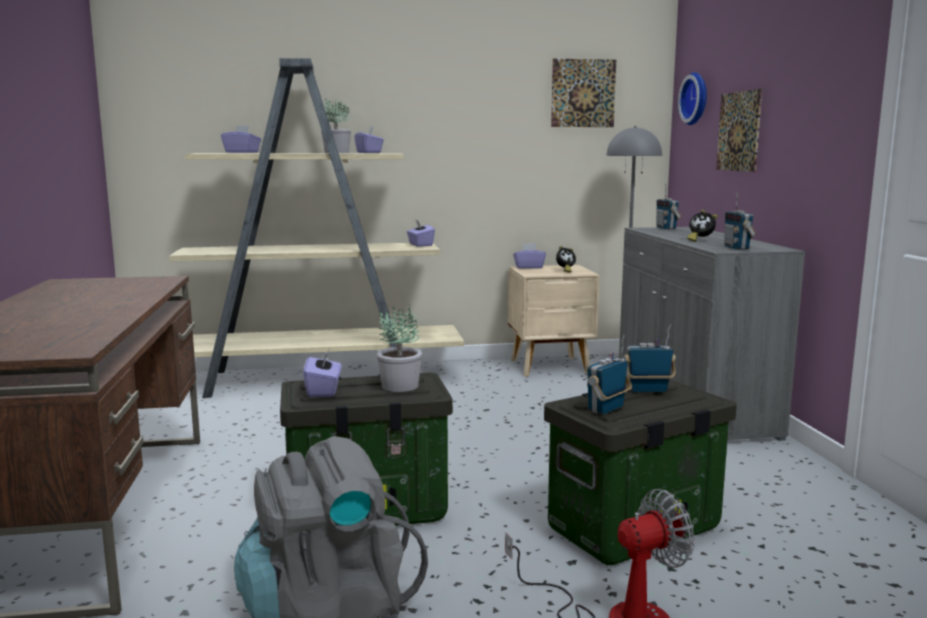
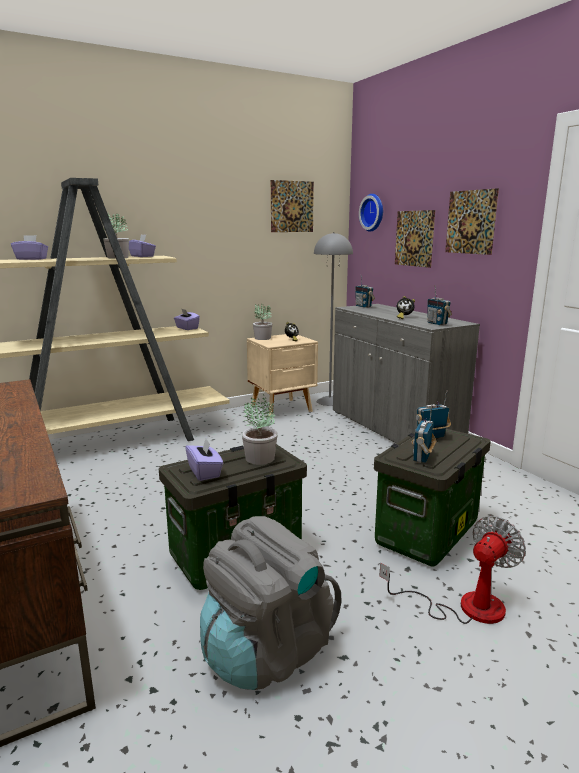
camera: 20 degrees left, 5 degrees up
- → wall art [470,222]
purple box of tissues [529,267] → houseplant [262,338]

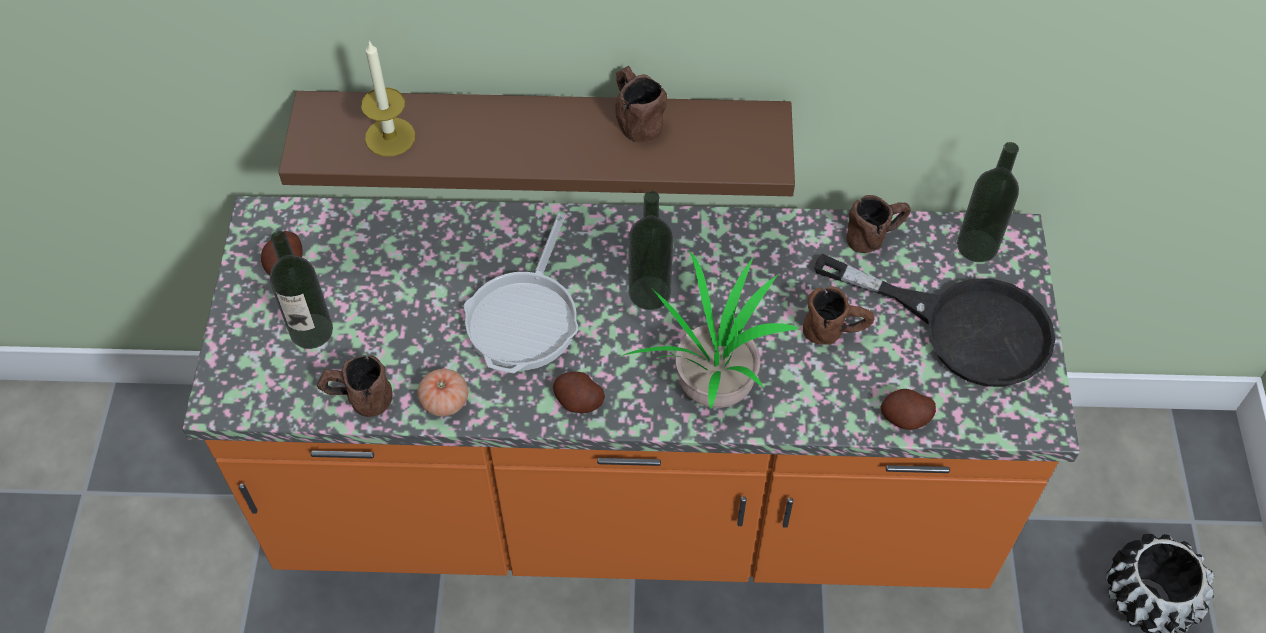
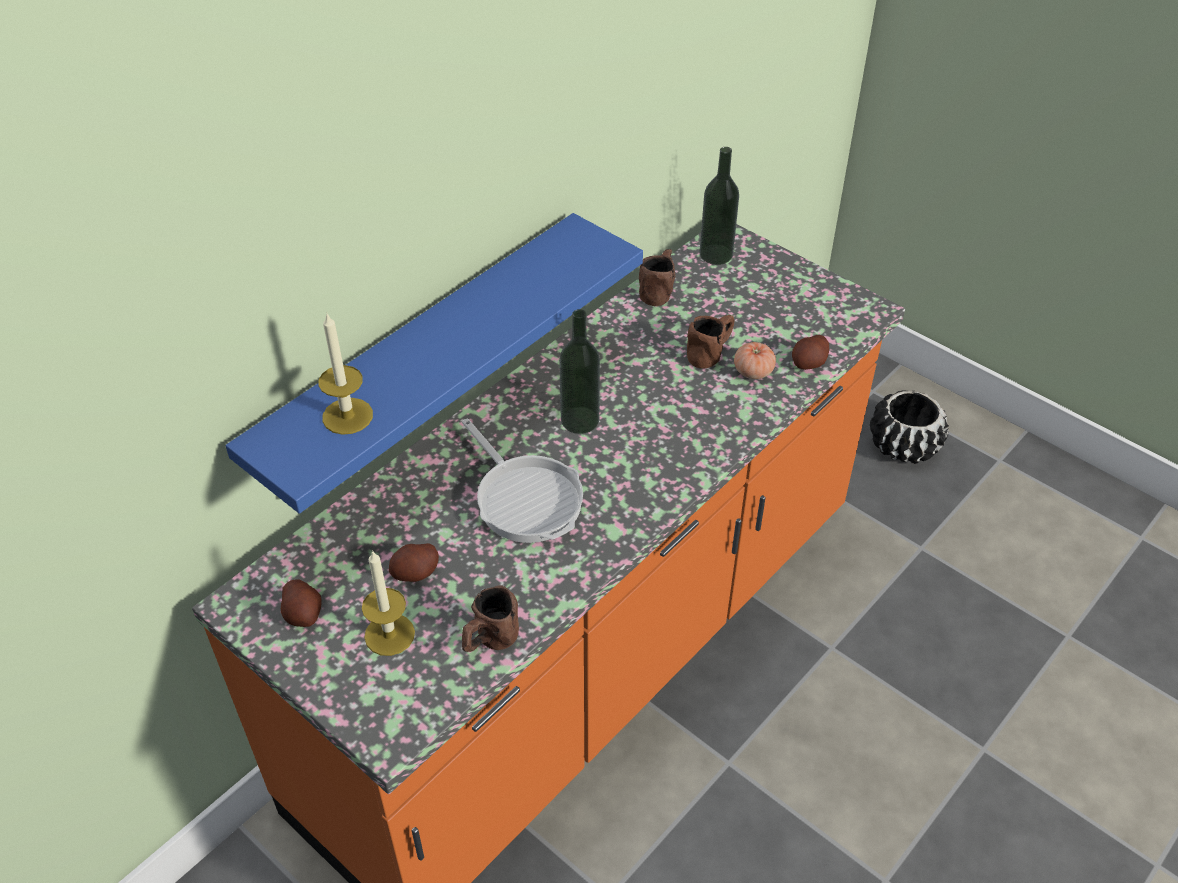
camera: 50 degrees left, 10 degrees down
brownish tea mug [635,118] → -
houseplant [711,383] → -
blackish pan [963,327] → -
whole tomato [445,401] → whole tomato [753,371], relocated
spud [578,401] → spud [415,572], relocated
beverage bottle [311,331] → wax light [389,634]
brownish wall shelf [545,134] → bluish wall shelf [421,358]

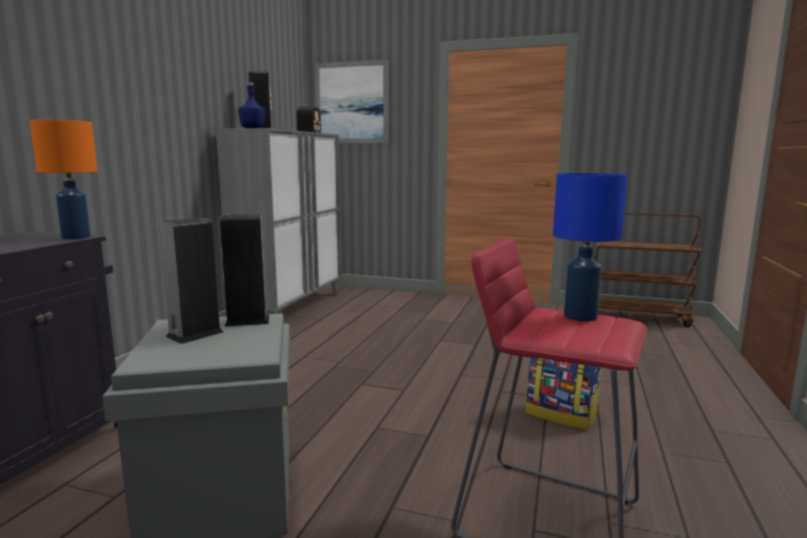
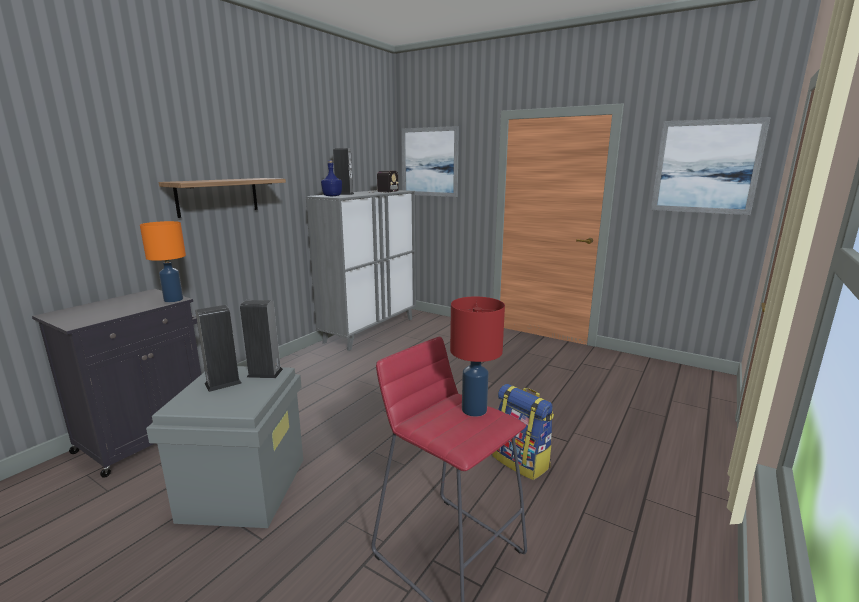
camera: 15 degrees right, 5 degrees up
brownish trolley [637,317] → -
- → wall shelf [218,196]
- → wall art [706,167]
bluish tabletop lamp [579,317] → red-coloured tabletop lamp [473,410]

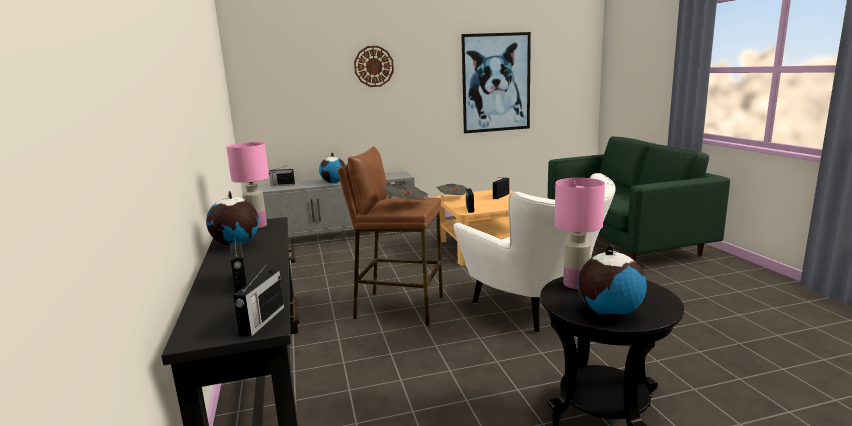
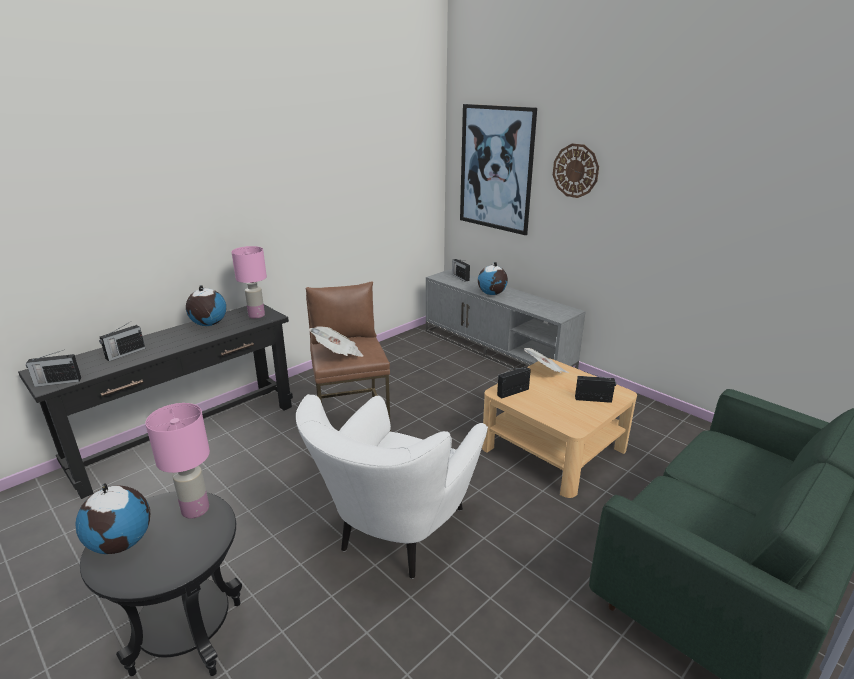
camera: 60 degrees right, 10 degrees up
wall art [496,83] → wall art [496,169], relocated

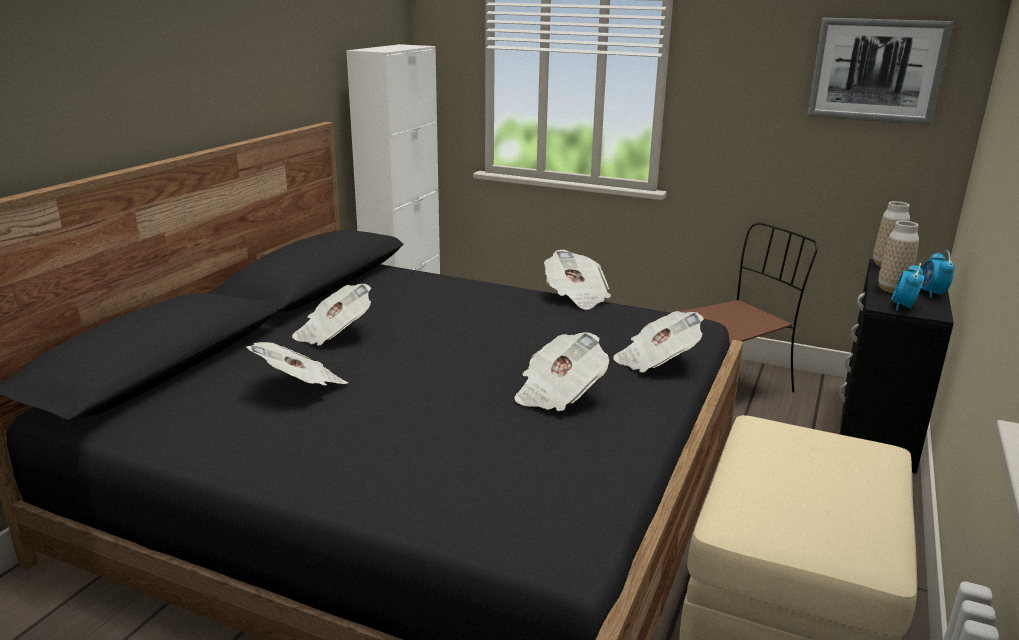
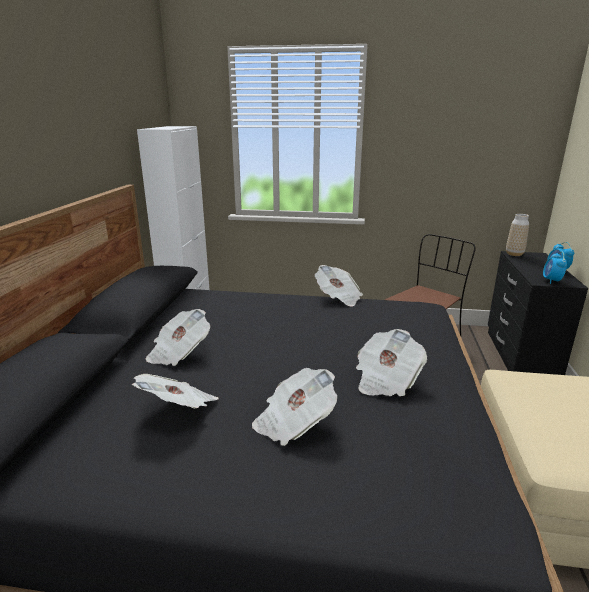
camera: 15 degrees left, 0 degrees up
wall art [876,70] → -
vase [893,290] → -
printed paper [656,361] → printed paper [294,422], relocated

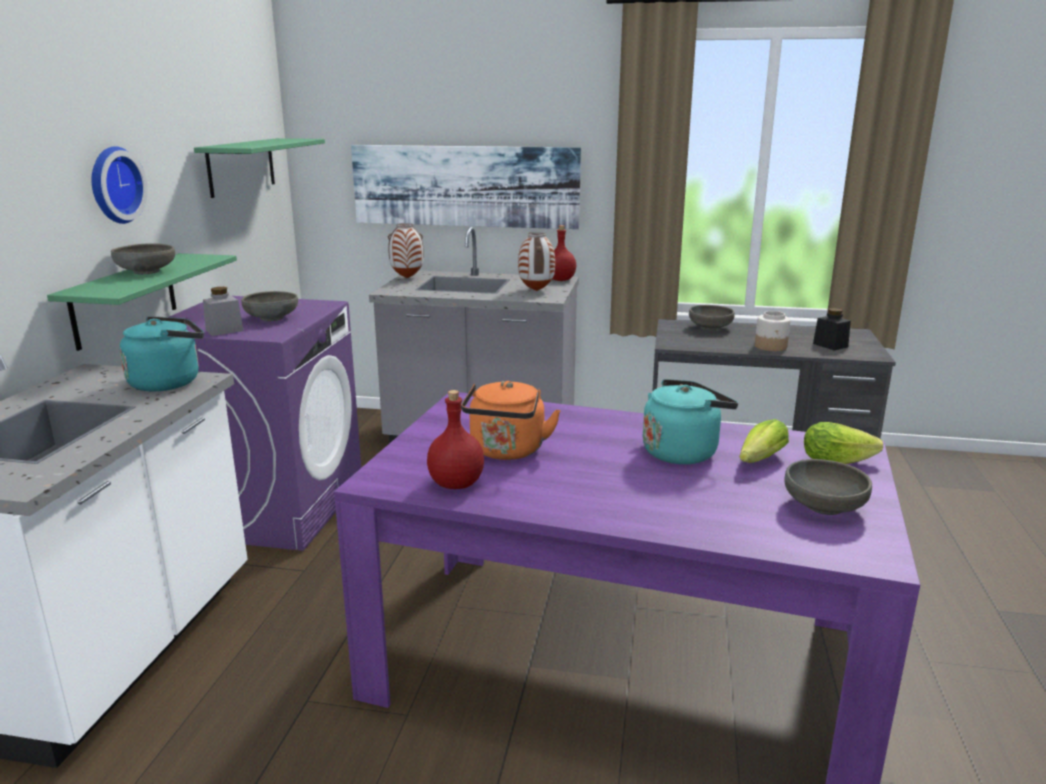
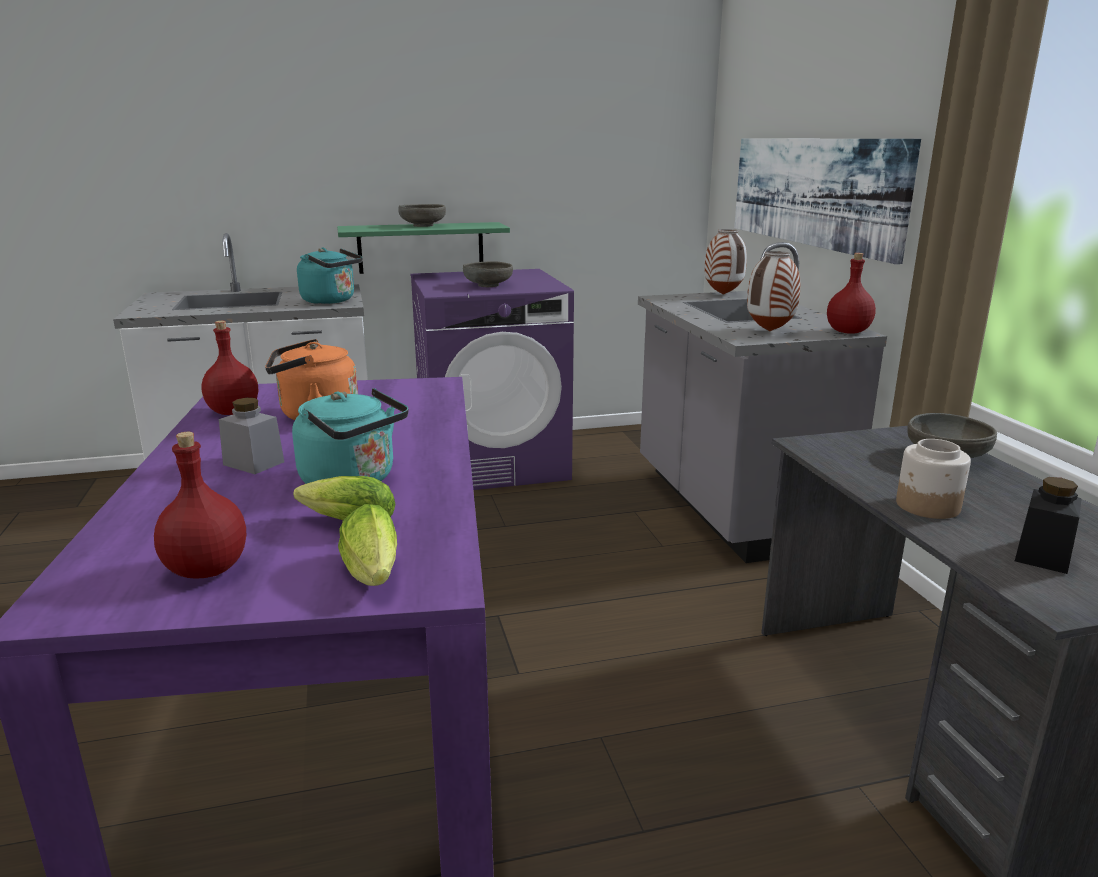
camera: 65 degrees right, 0 degrees up
hanging clock [113,185] → -
greenish wall shelf [241,166] → -
greyish preserve jar [224,330] → greyish preserve jar [253,463], relocated
greyish deep dish [824,506] → red-coloured beverage bottle [208,570]

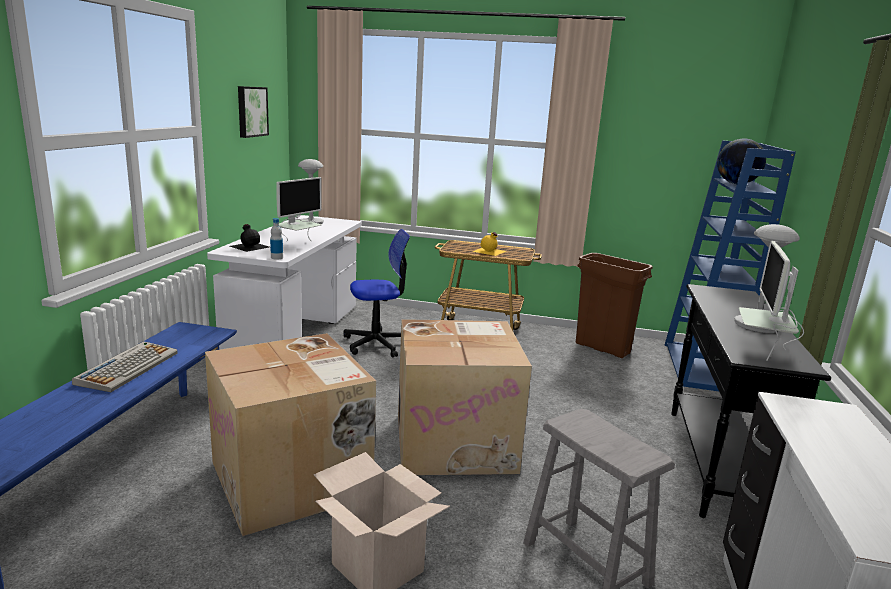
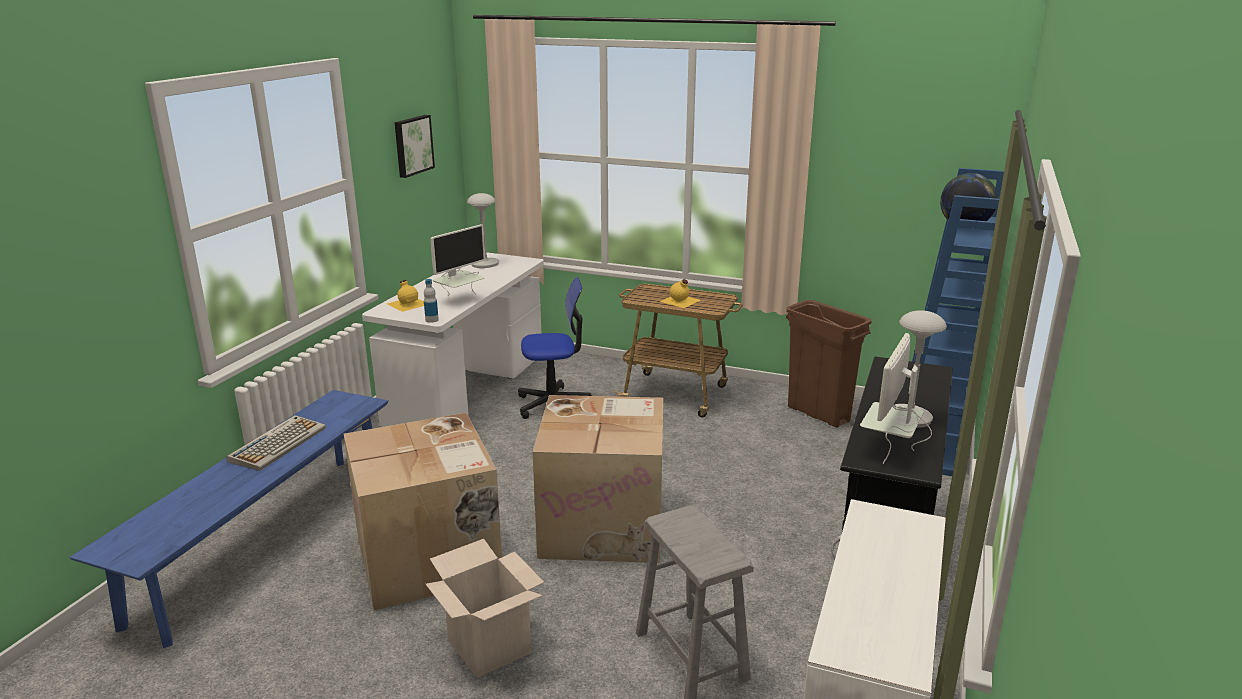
camera: 10 degrees right, 5 degrees up
blackish beverage bottle [249,246] → yellow-coloured beverage bottle [408,303]

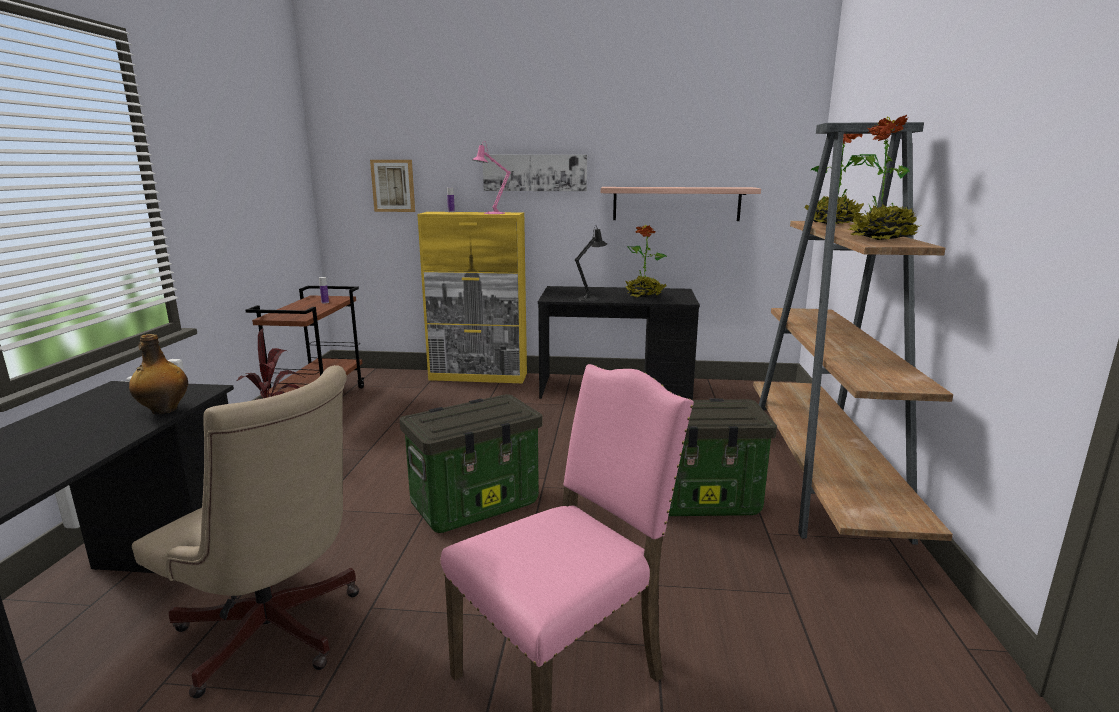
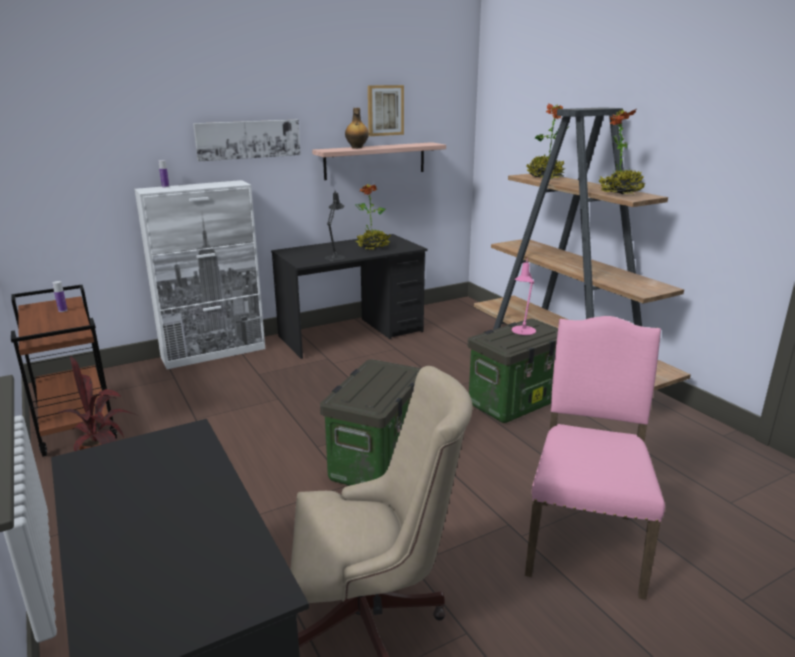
camera: 35 degrees left, 5 degrees up
beverage bottle [163,410] → beverage bottle [356,148], relocated
wall art [393,185] → wall art [385,110], relocated
pinkish tabletop lamp [491,213] → pinkish tabletop lamp [522,331], relocated
yellow-coloured storage cabinet [478,377] → white-coloured storage cabinet [214,353]

